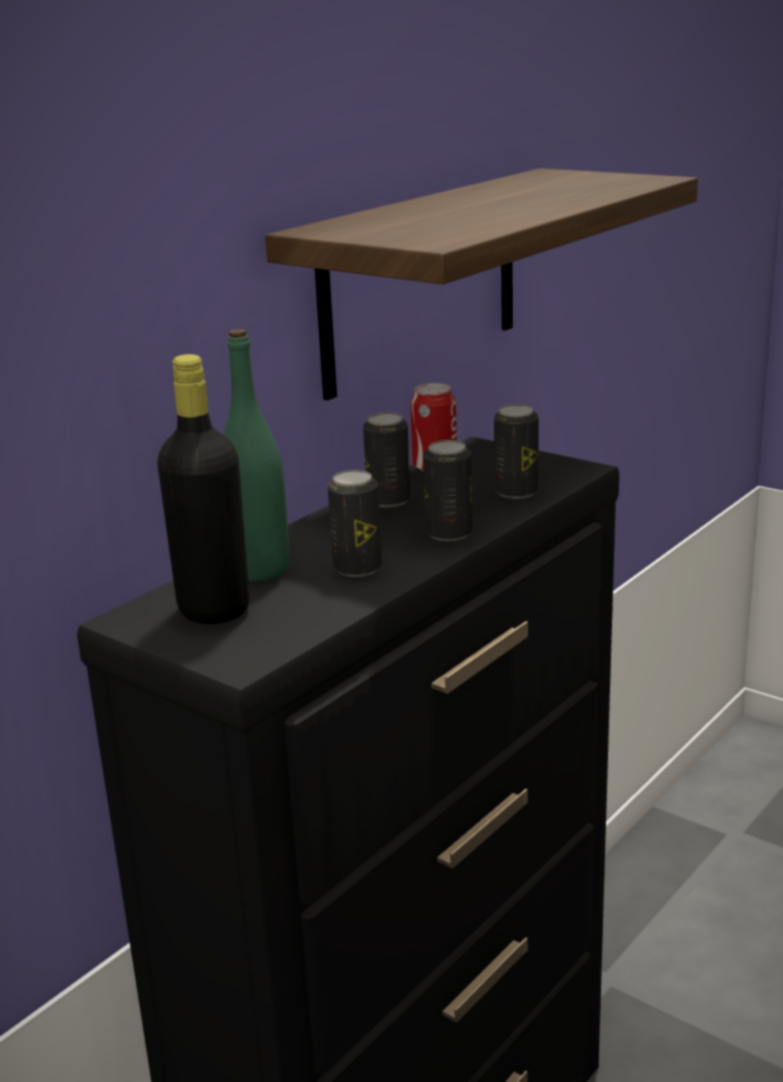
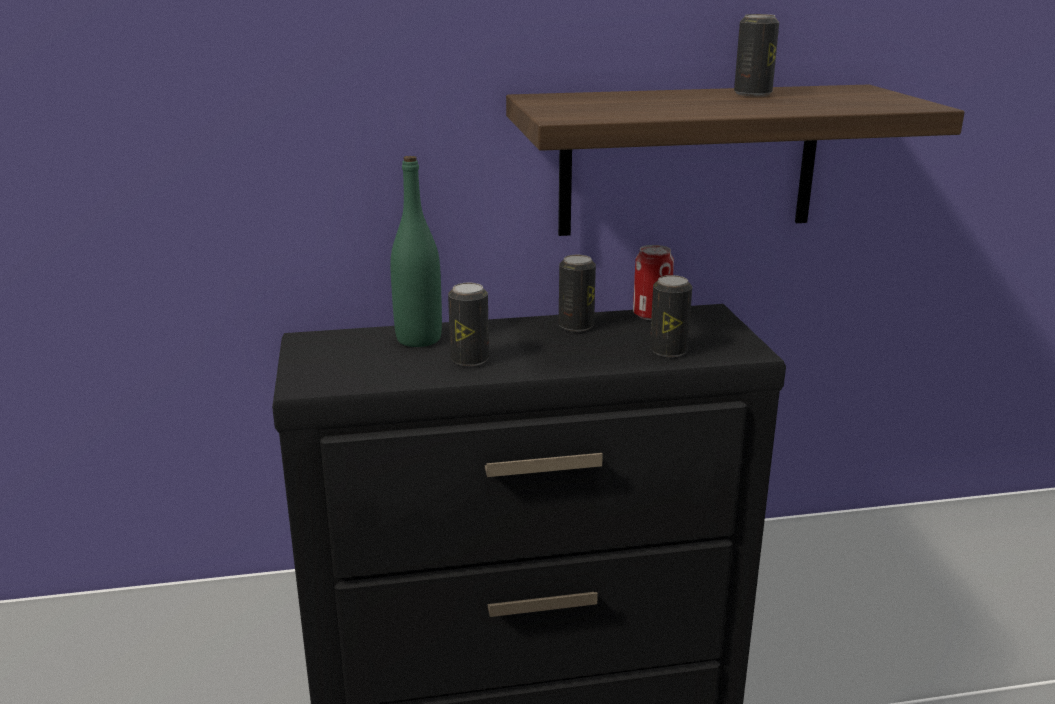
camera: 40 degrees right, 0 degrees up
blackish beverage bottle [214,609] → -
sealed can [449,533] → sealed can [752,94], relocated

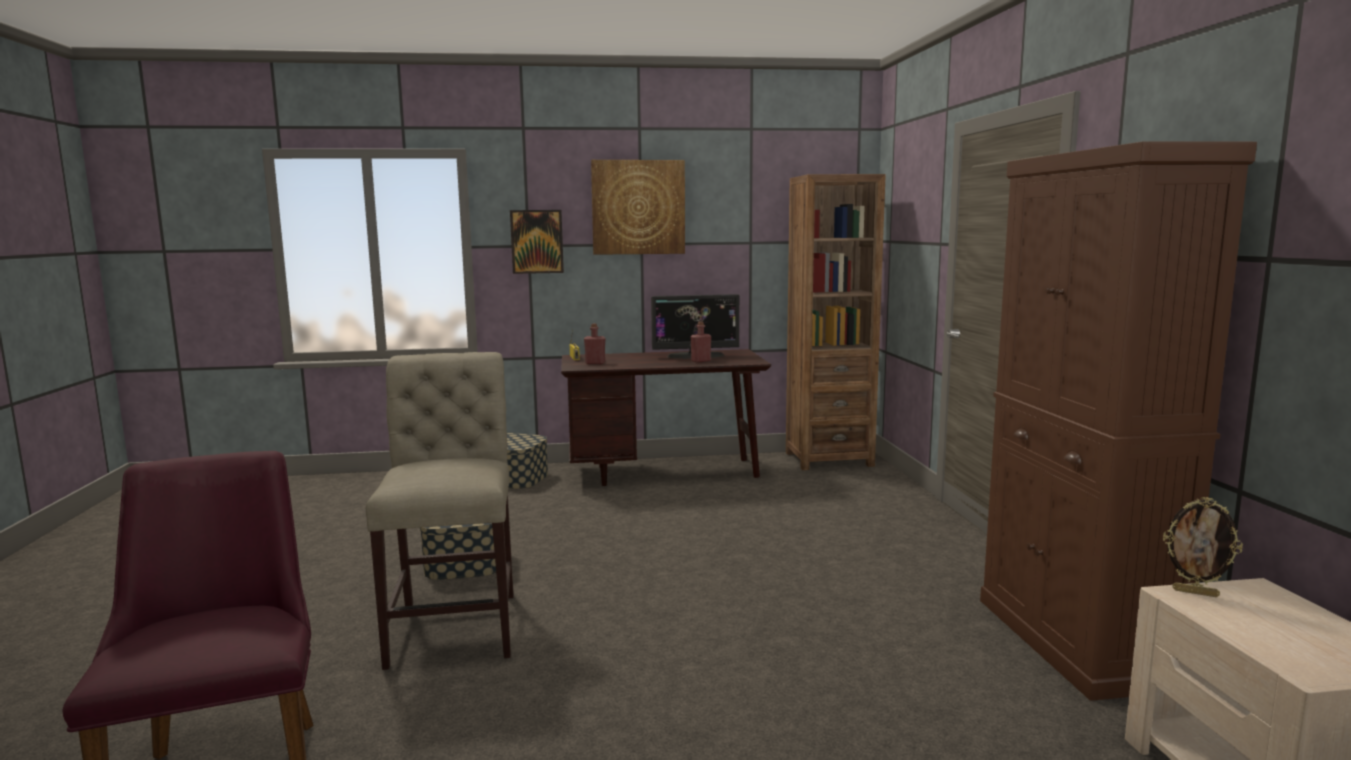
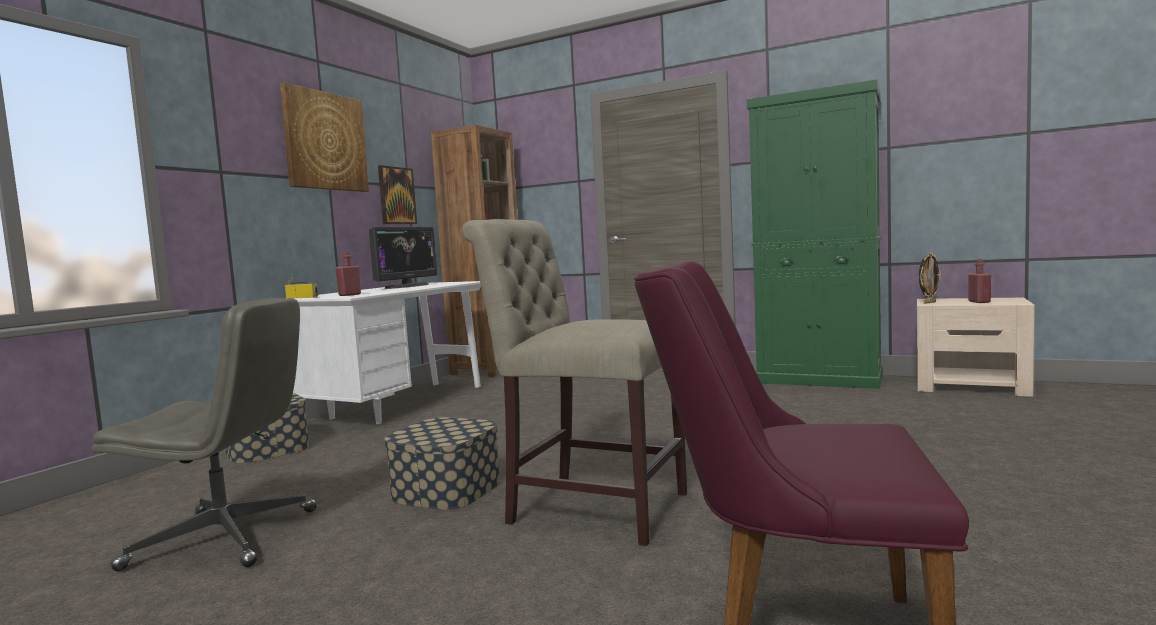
camera: 55 degrees left, 5 degrees down
- → greyish computer chair [226,538]
wall art [537,241] → wall art [396,195], relocated
red-coloured beverage bottle [701,361] → red-coloured beverage bottle [979,302], relocated
brownish desk [664,472] → white-coloured desk [401,405]
brownish storage cabinet [1073,641] → greenish storage cabinet [819,379]

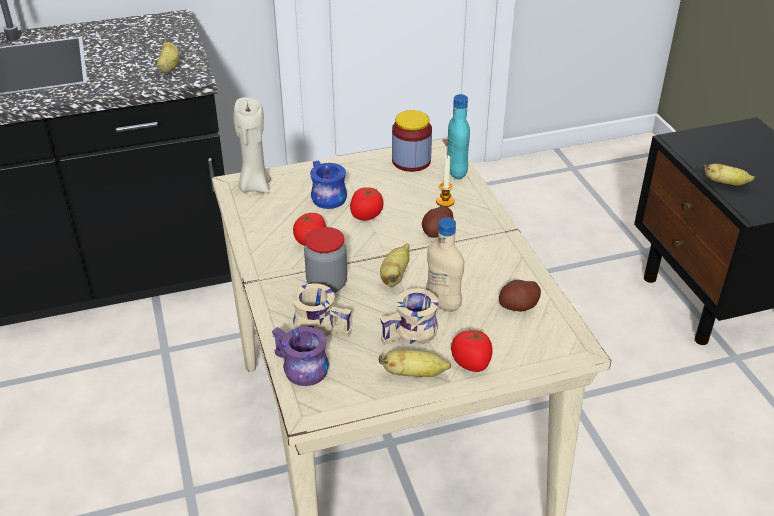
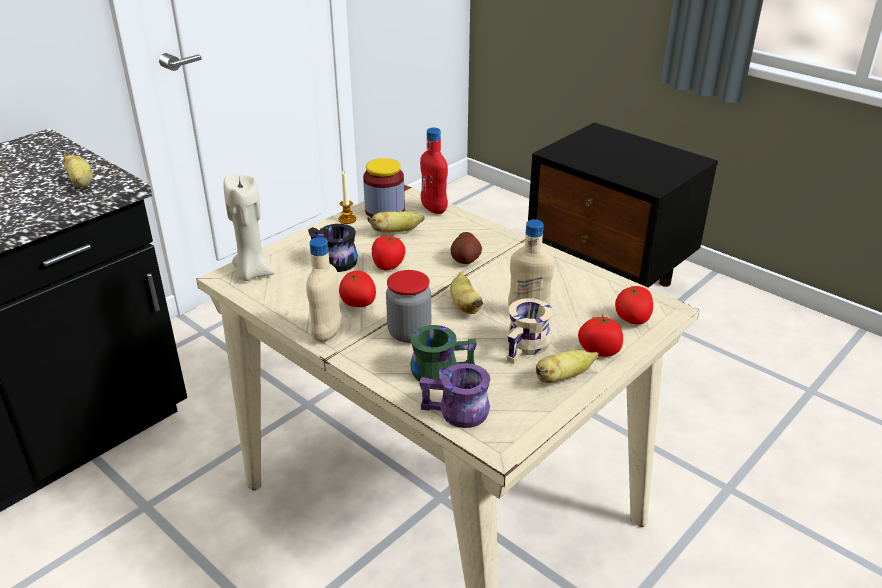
camera: 30 degrees left, 5 degrees down
spud [518,306] → -
- → beige-coloured beverage bottle [327,333]
- → whole tomato [632,319]
wax light [445,201] → wax light [347,219], relocated
banana [725,183] → banana [396,232], relocated
beige-coloured tea mug [323,325] → greenish tea mug [440,368]
bluish tea mug [324,197] → blackish tea mug [332,262]
blue-green beverage bottle [456,172] → red-coloured beverage bottle [434,209]

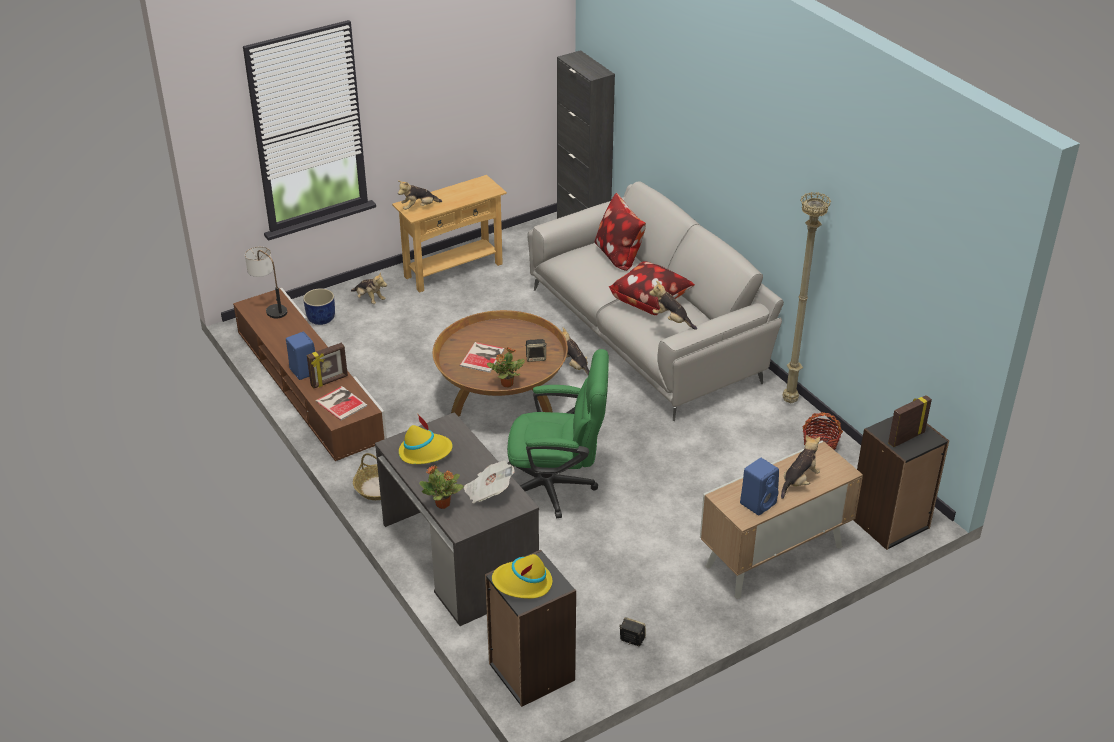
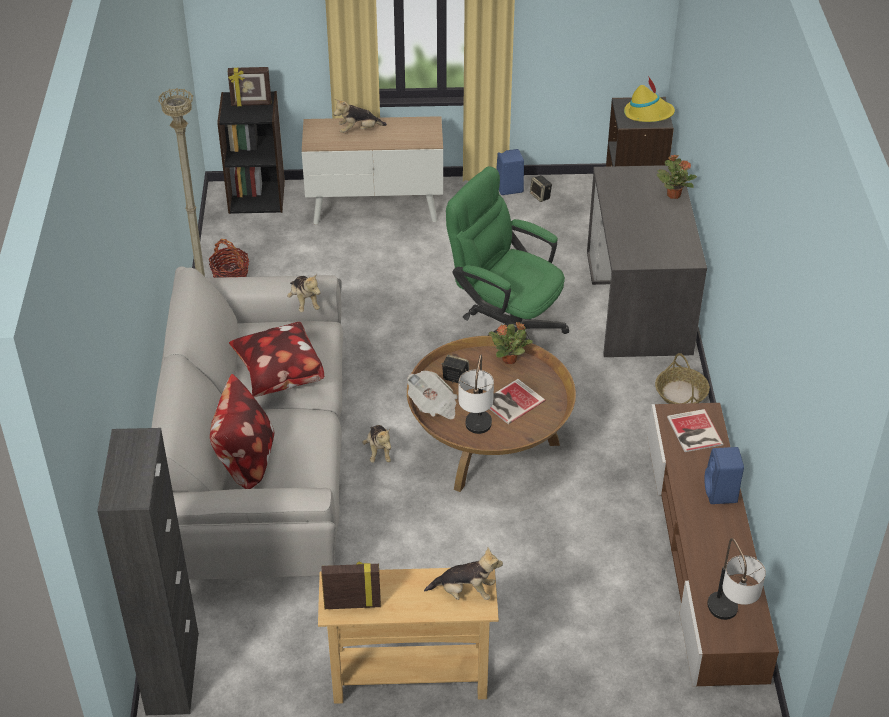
camera: 150 degrees left, 5 degrees up
bluish flower pot [321,319] → -
plush toy [369,299] → -
yellow-coloured wearable hat [425,452] → -
- → tabletop lamp [476,433]
standing frame [329,381] → standing frame [352,604], relocated
printed paper [488,491] → printed paper [433,406], relocated
bluish speaker [758,502] → bluish speaker [508,188], relocated

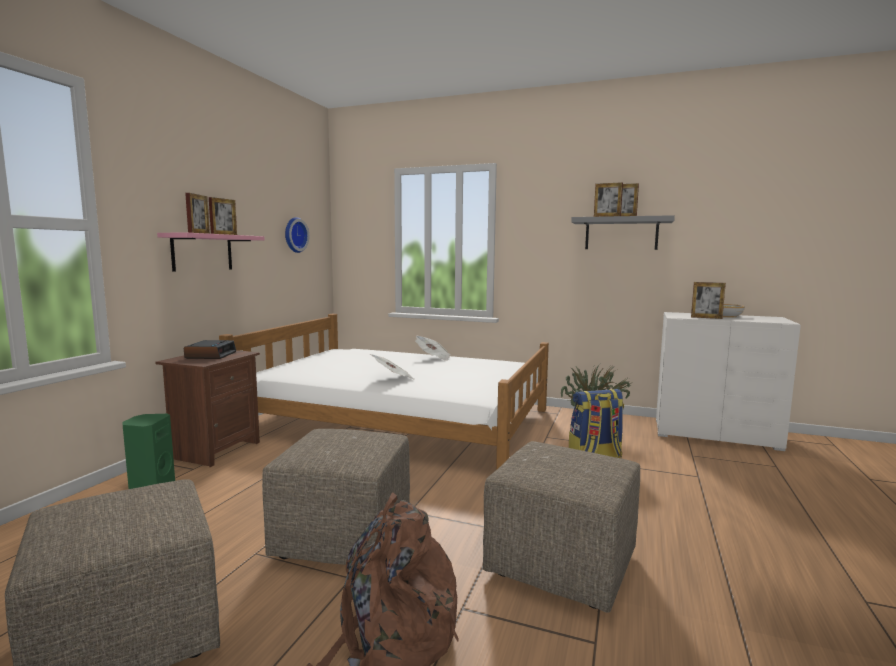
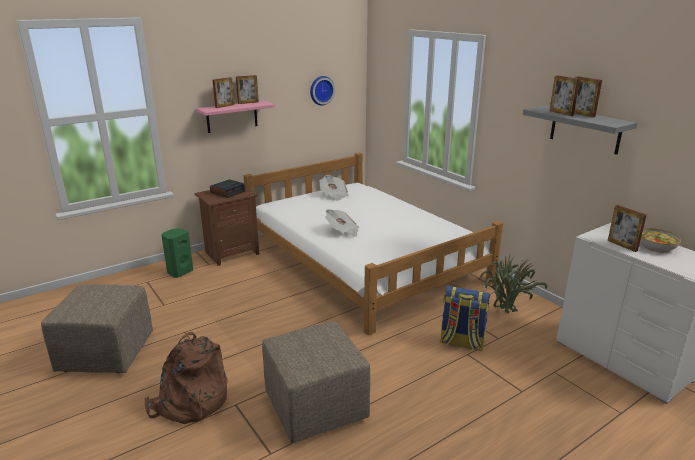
camera: 35 degrees right, 15 degrees up
beige-coloured pouffe [343,536] → -
printed paper [433,358] → printed paper [334,195], relocated

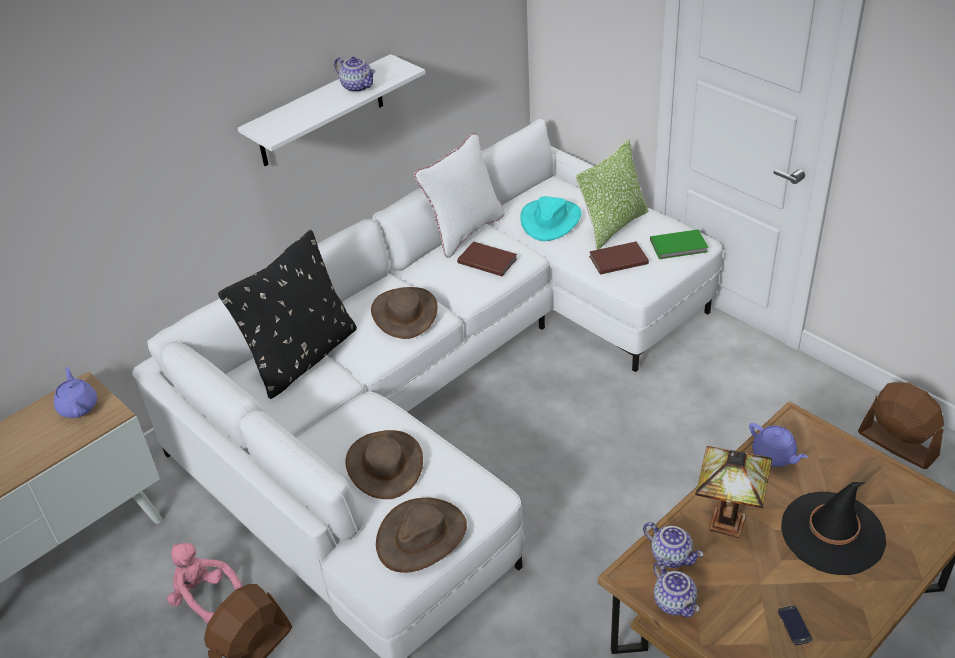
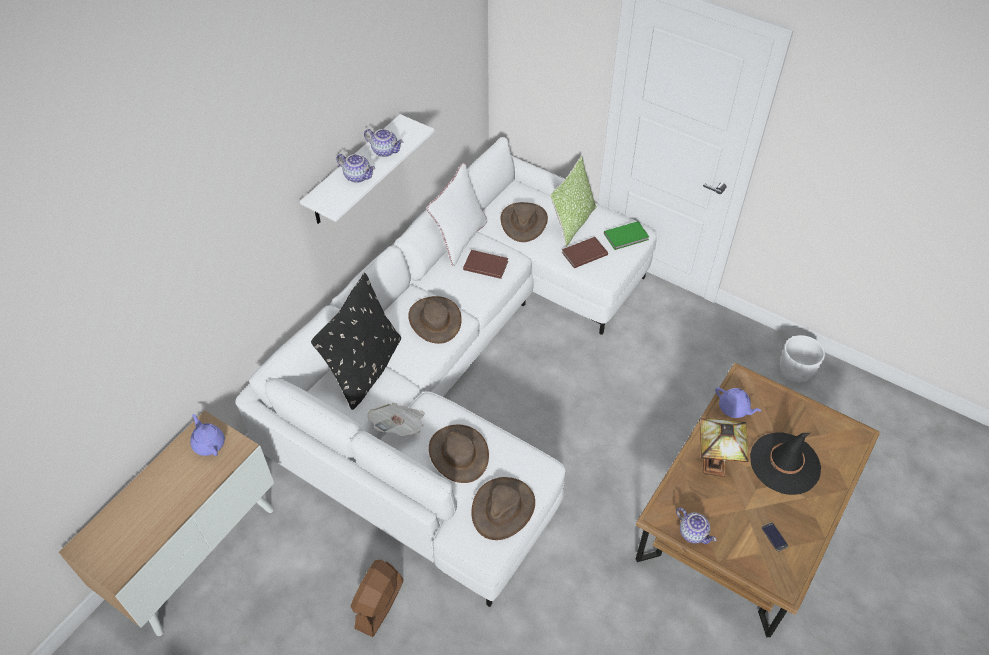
camera: 15 degrees left, 10 degrees up
pinkish plush toy [203,596] → -
- → printed paper [399,427]
tea pot [672,556] → tea pot [358,176], relocated
brownish fan [897,444] → white-coloured flower pot [795,371]
blue-green wearable hat [550,220] → brownish wearable hat [523,222]

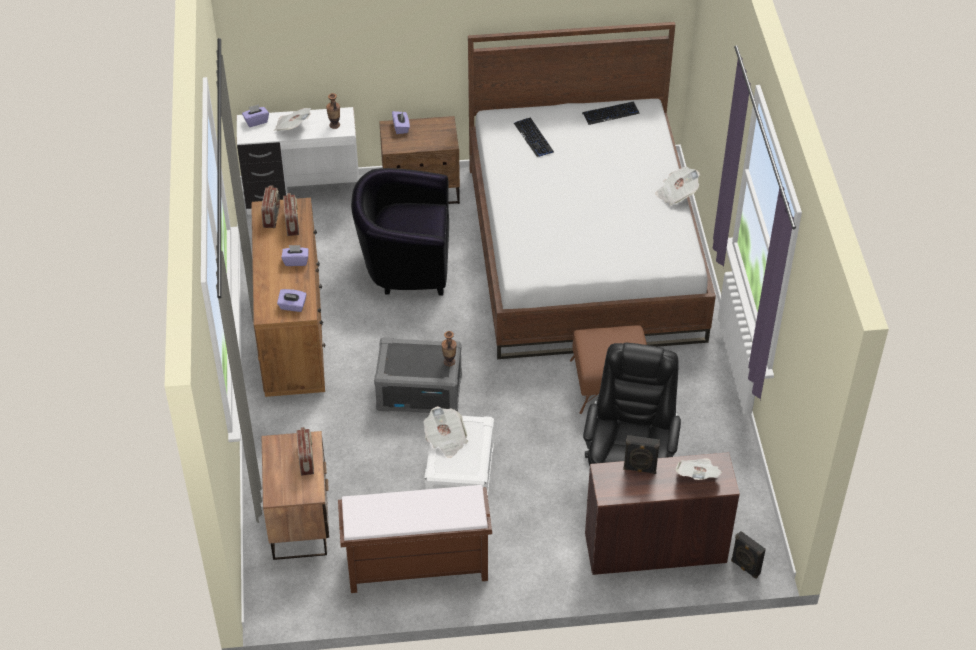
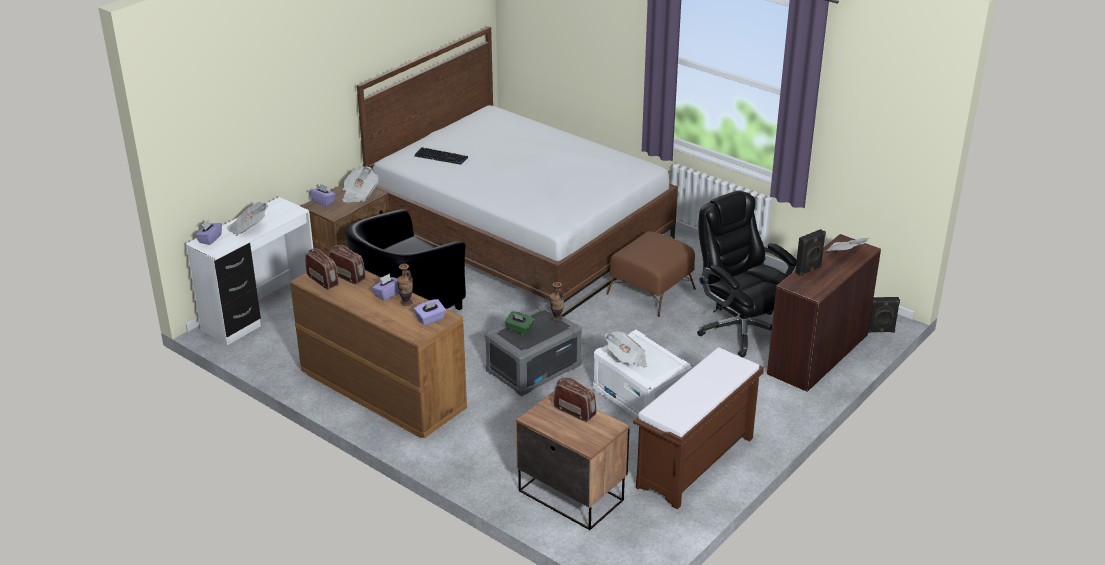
camera: 45 degrees left, 15 degrees down
computer keyboard [610,114] → -
- → greenish box of tissues [519,329]
vase [334,125] → vase [406,302], relocated
printed paper [676,194] → printed paper [359,194], relocated

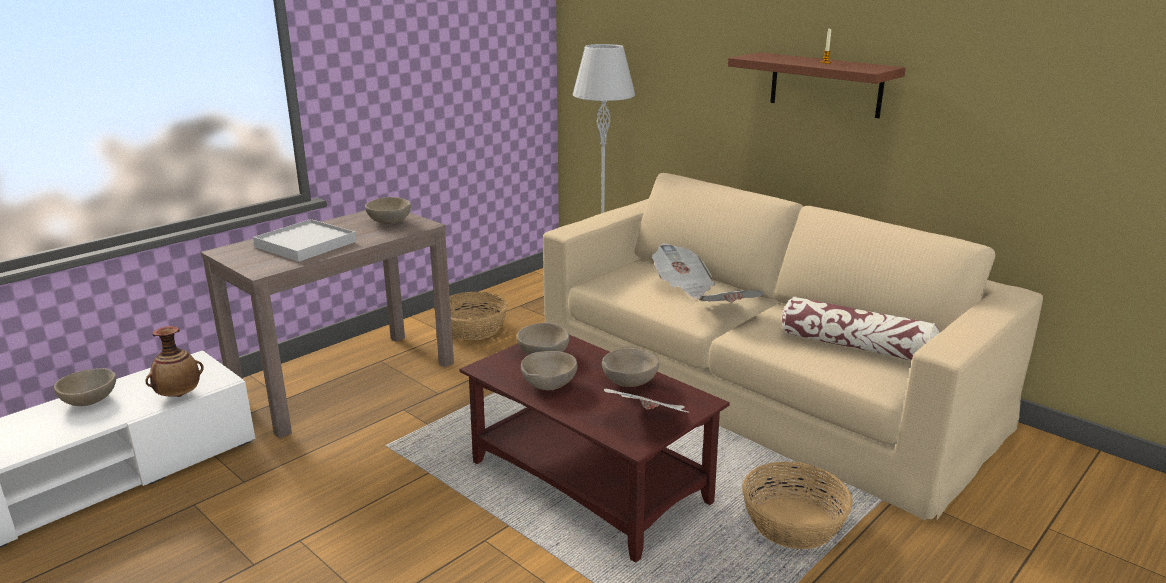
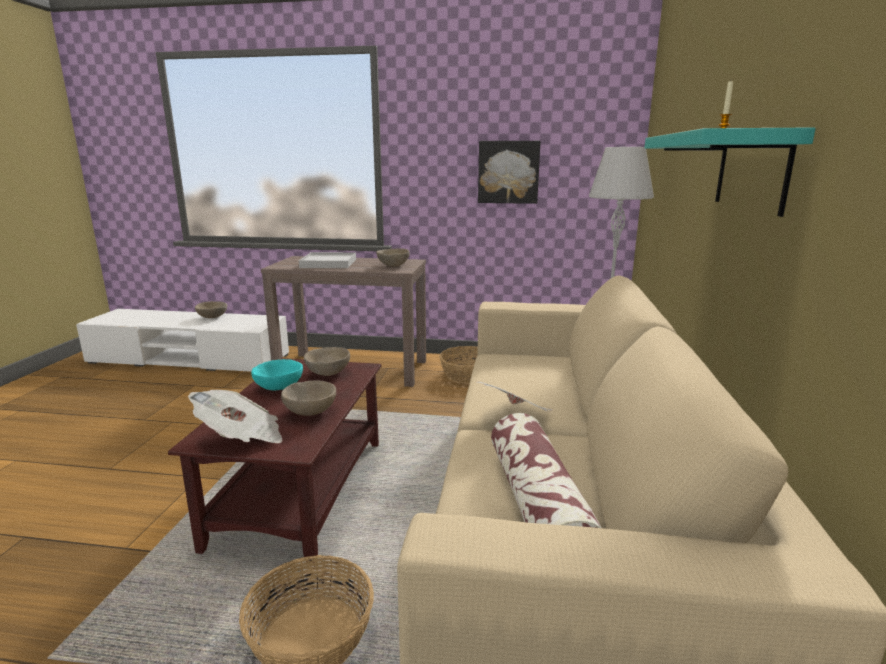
camera: 55 degrees right, 5 degrees down
vase [179,395] → -
printed paper [683,286] → -
- → wall art [508,172]
beige-coloured deep dish [549,384] → blue-green deep dish [279,387]
brownish wall shelf [825,84] → blue-green wall shelf [751,171]

